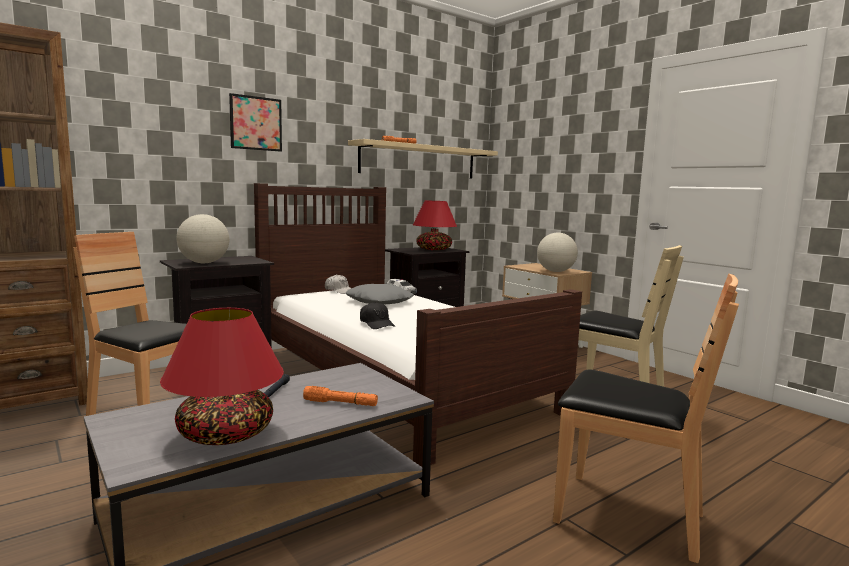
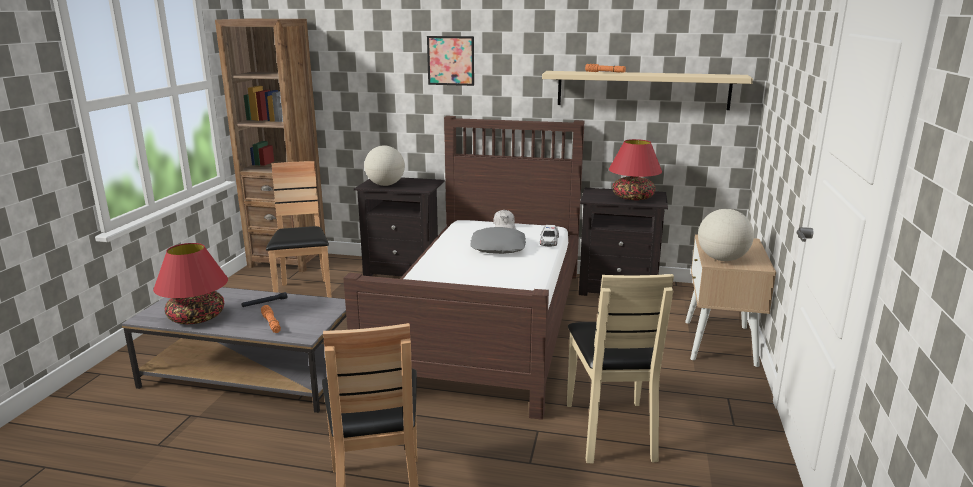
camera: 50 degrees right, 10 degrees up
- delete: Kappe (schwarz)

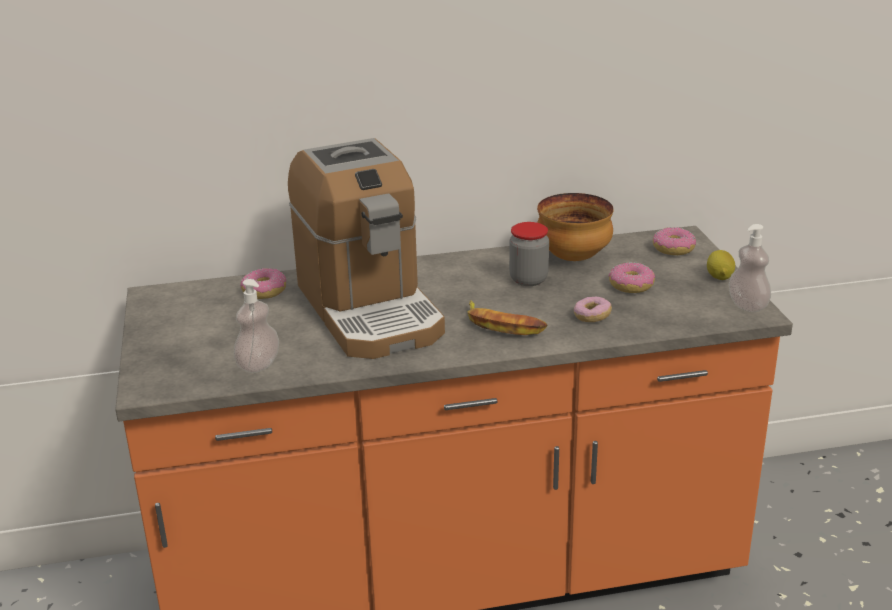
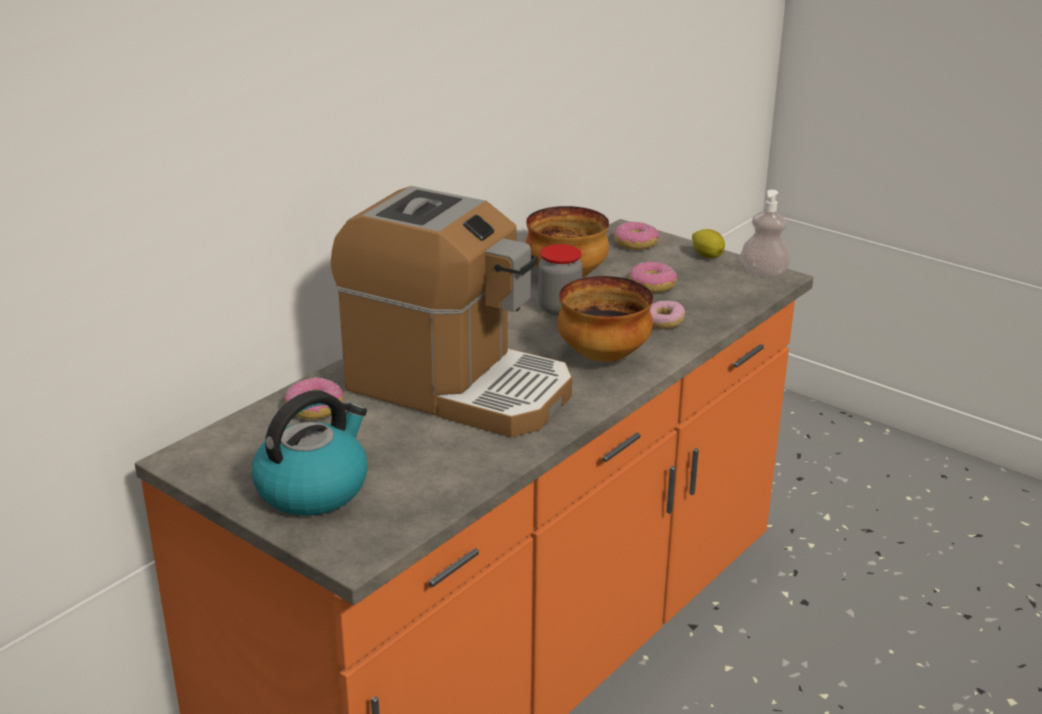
camera: 40 degrees left, 0 degrees up
- insert: Wasserkessel
- replace: Banane to Schüssel (2nd from left)
- delete: Seifenspender (1st from left)

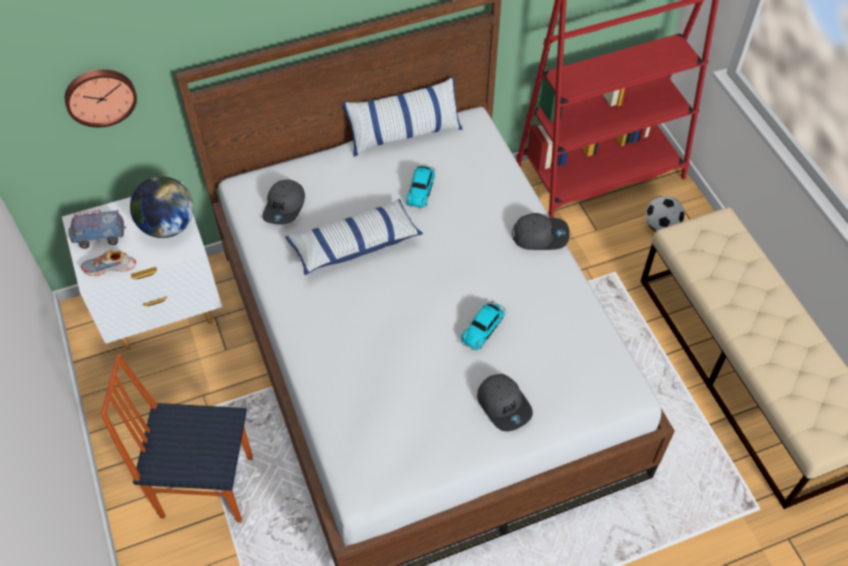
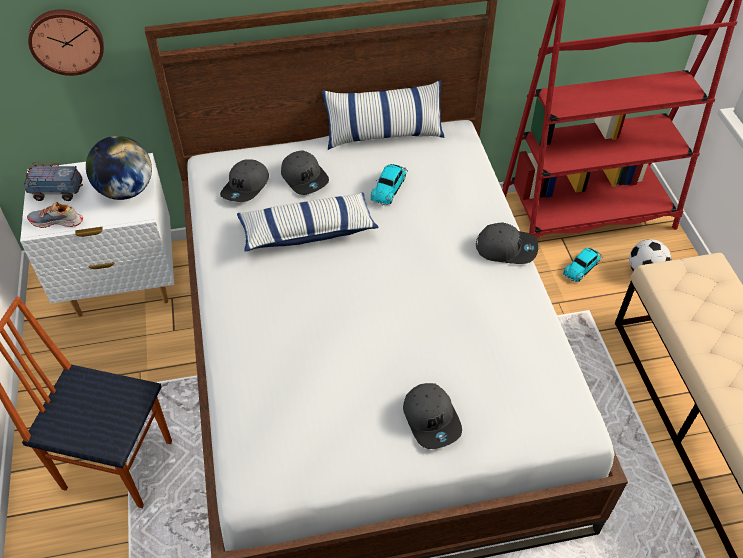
camera: 10 degrees right, 5 degrees down
- insert: Kappe (grau) (2nd from left)
- move: Spielzeugauto (2nd from left)

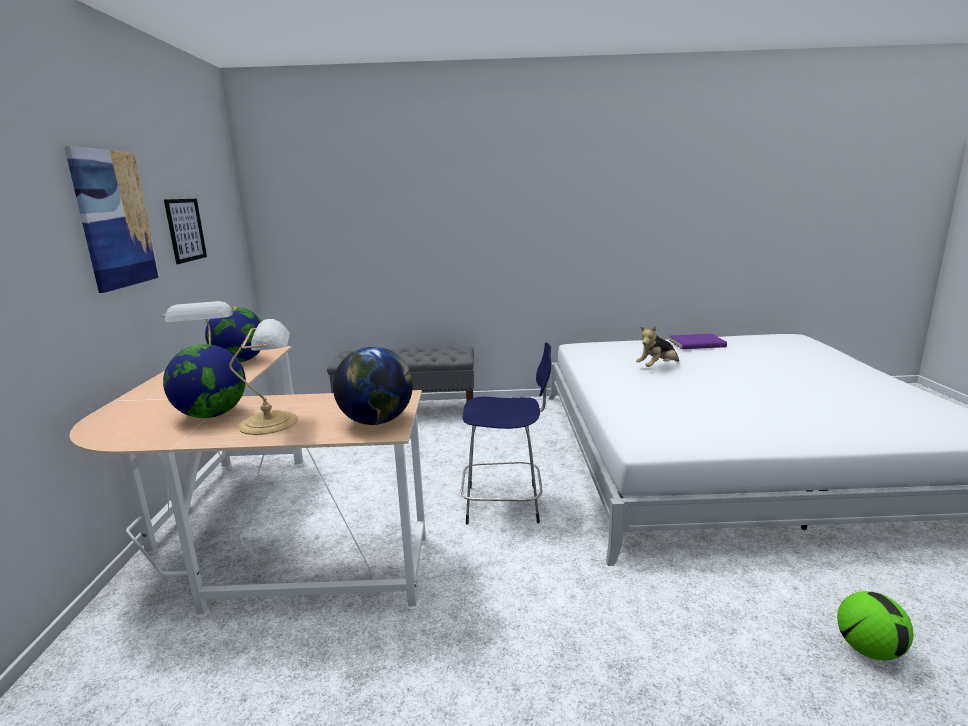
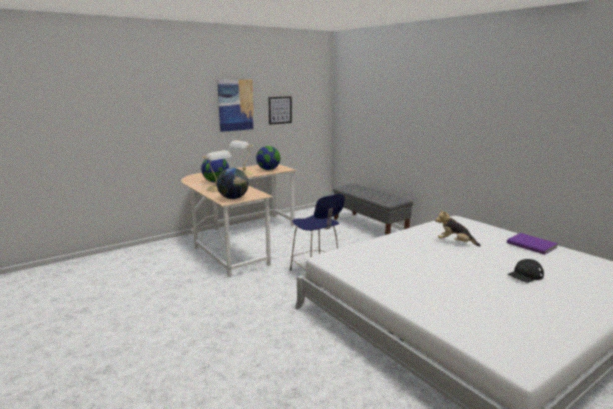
camera: 55 degrees right, 0 degrees up
- insert: Kappe (schwarz)
- delete: Fußball

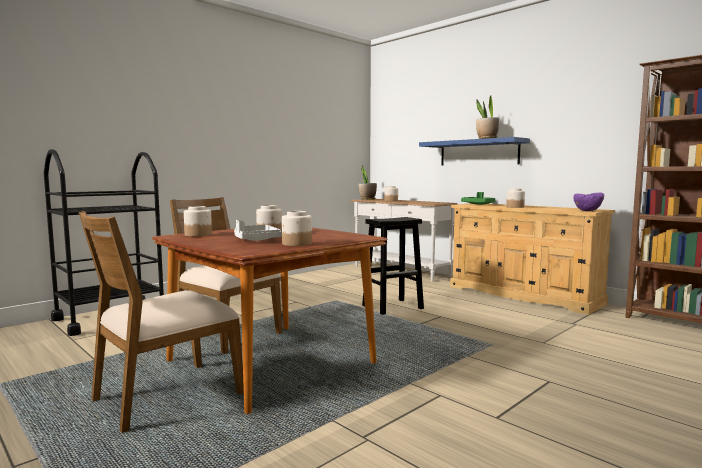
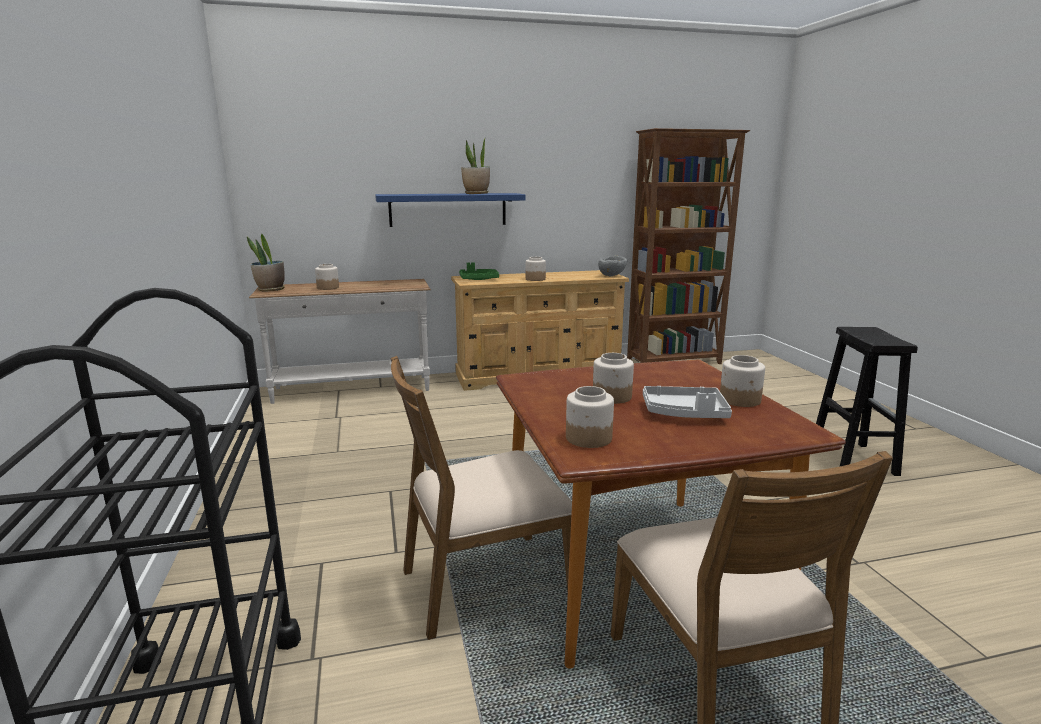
camera: 60 degrees left, 10 degrees up
- recolor: Schüssel (lila) to Schüssel (grau)
- move: Hocker (schwarz)

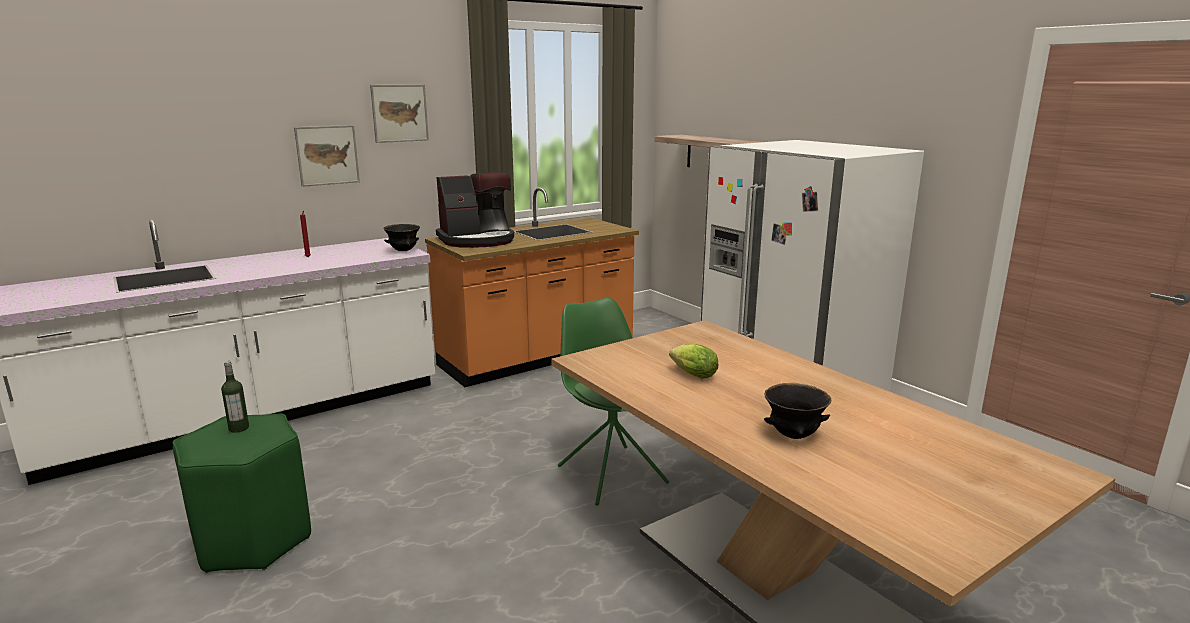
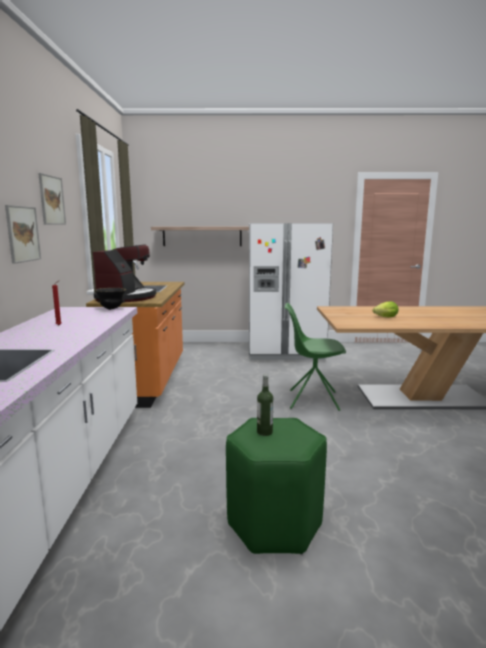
camera: 55 degrees left, 5 degrees down
- delete: Schüssel (schwarz) (2nd from left)

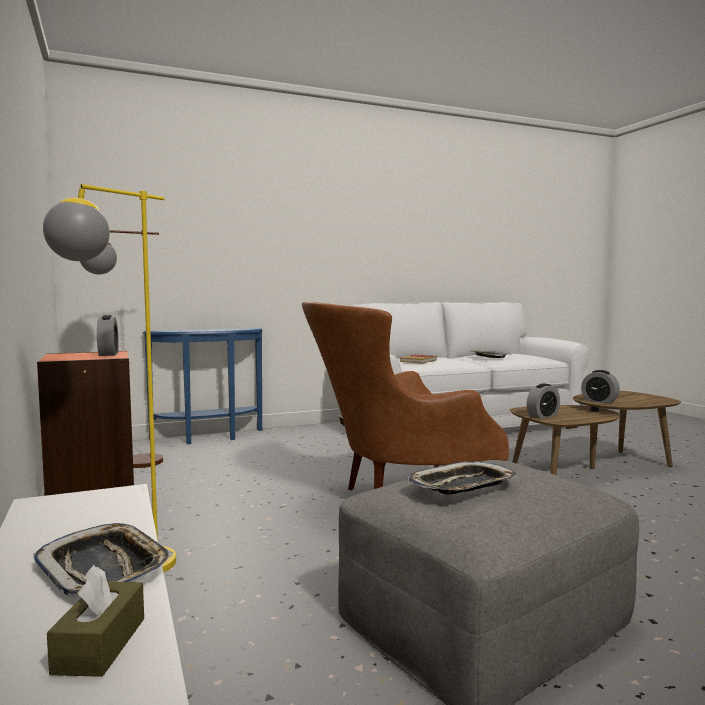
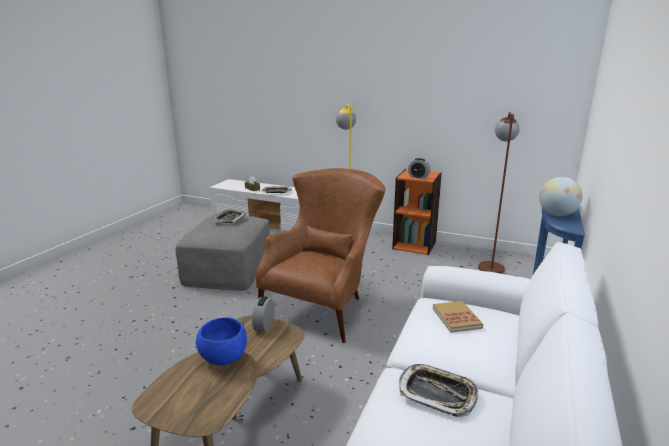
camera: 135 degrees right, 15 degrees up
- replace: Wecker (3rd from left) to Schüssel (blau)
- insert: Globus

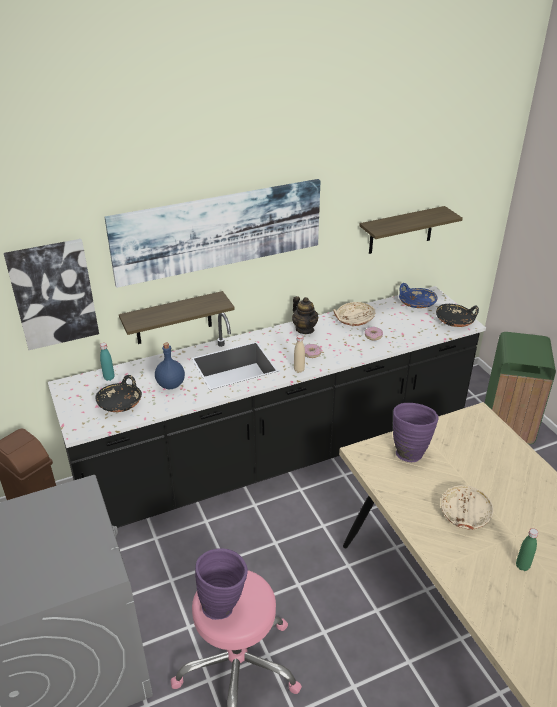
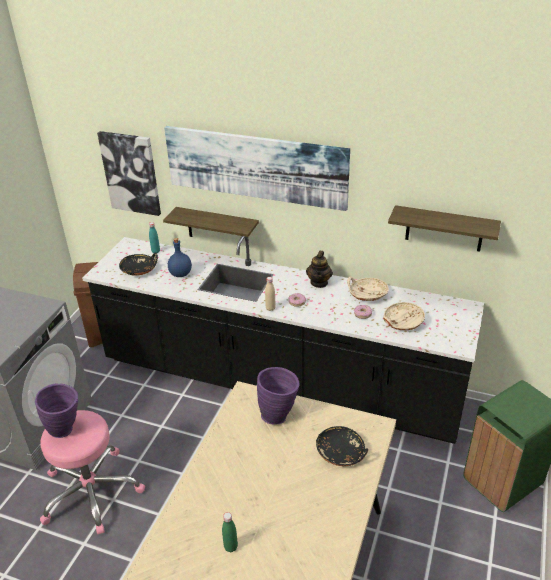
camera: 45 degrees right, 0 degrees up
- move: Schüssel (schwarz) (2nd from left)
- move: Schüssel (beige) (2nd from left)
- delete: Schüssel (blau)

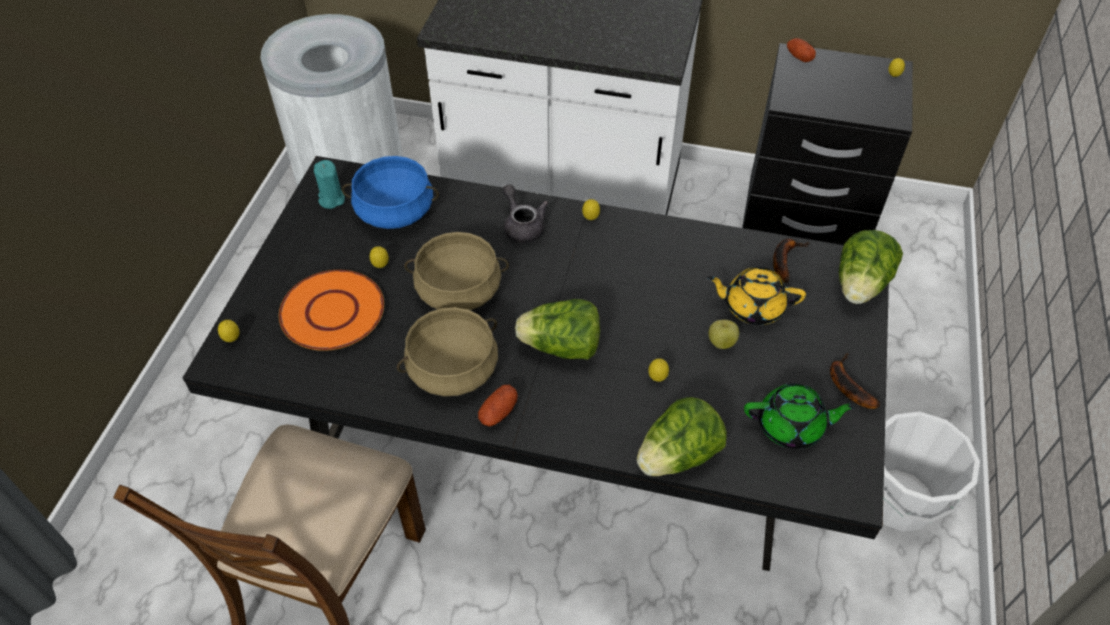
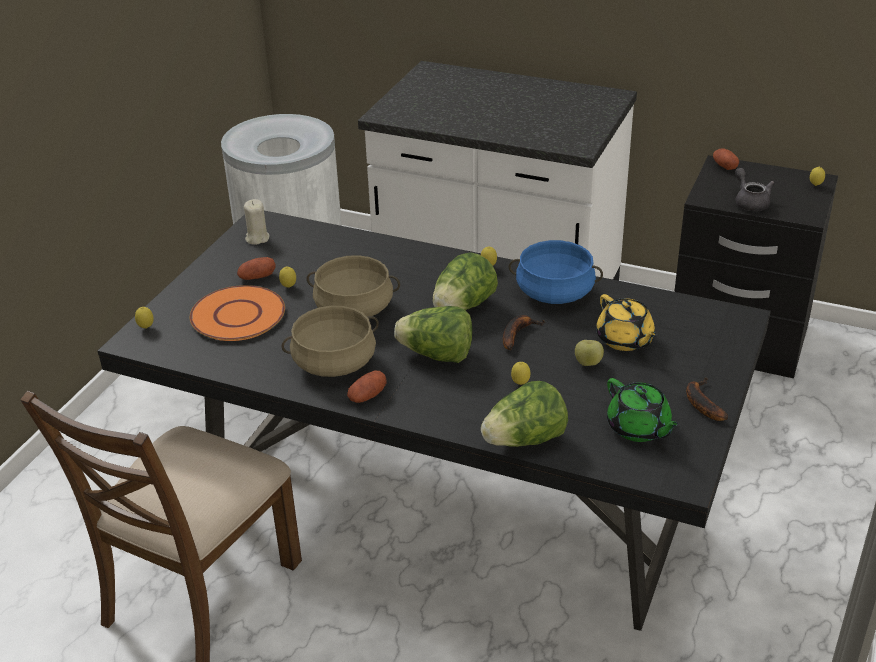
camera: 10 degrees right, 15 degrees down
- insert: Kartoffel (1st from left)
- recolor: Kerze (türkis) to Kerze (beige)
- move: Salatkopf (3rd from left in the first image) to Salatkopf (2nd from left)
- move: Banane (1st from left)
- move: Kochtopf (blau)
- rotate: Teekanne (gelb) 135 degrees counterclockwise
- rotate: Teekanne (grün) 45 degrees clockwise
- move: Teekanne (grau)
- delete: Eimer (weiß)

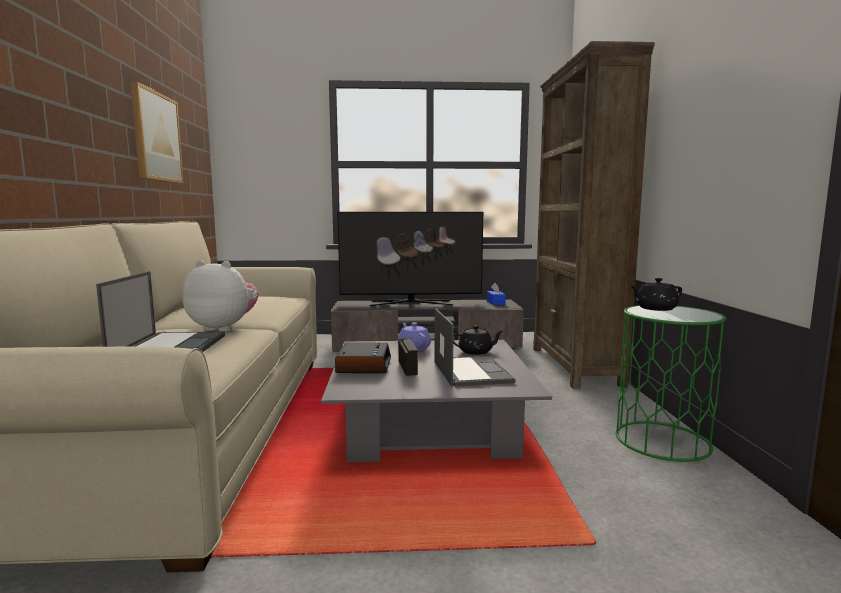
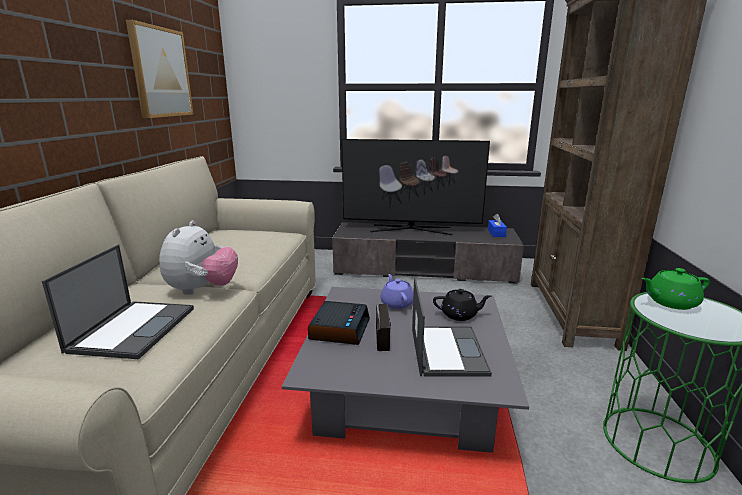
camera: 10 degrees right, 10 degrees up
- rotate: Plüschtier 75 degrees clockwise
- recolor: Teekanne (schwarz) (2nd from left) to Teekanne (grün)

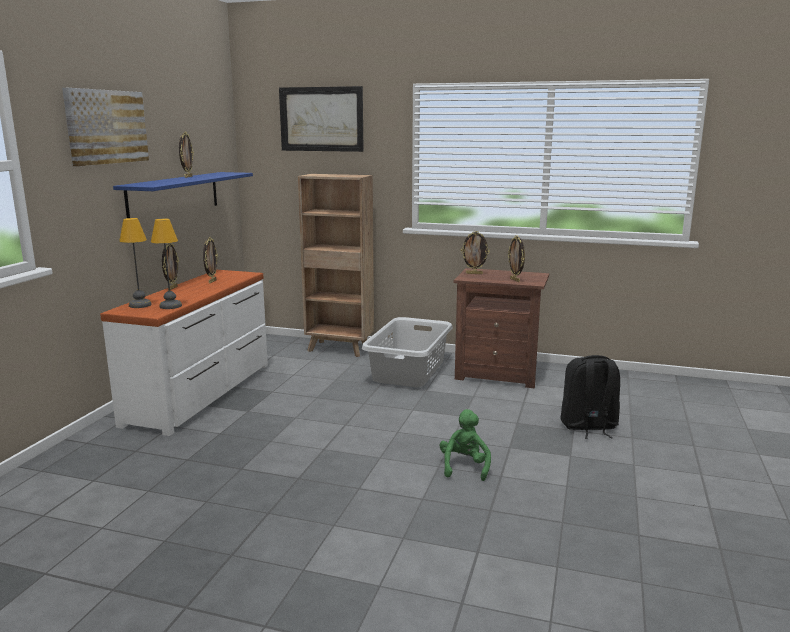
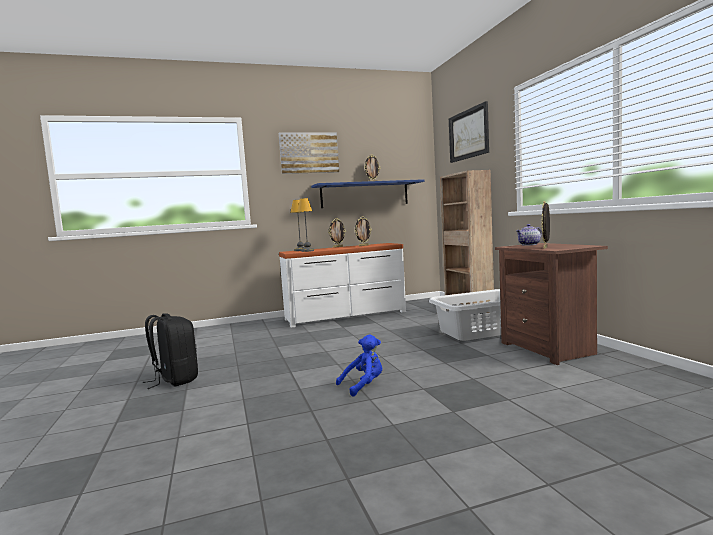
camera: 55 degrees right, 10 degrees down
- move: Rucksack (schwarz)
- recolor: Plüschtier (grün) to Plüschtier (blau)
- replace: Bilderrahmen (4th from left) to Teekanne

